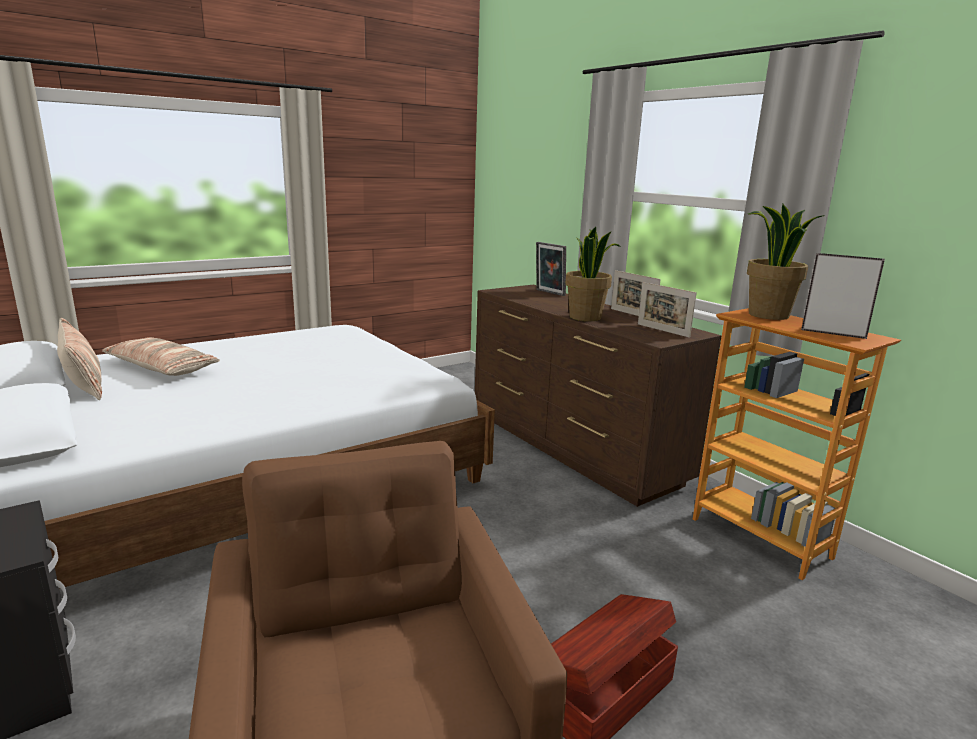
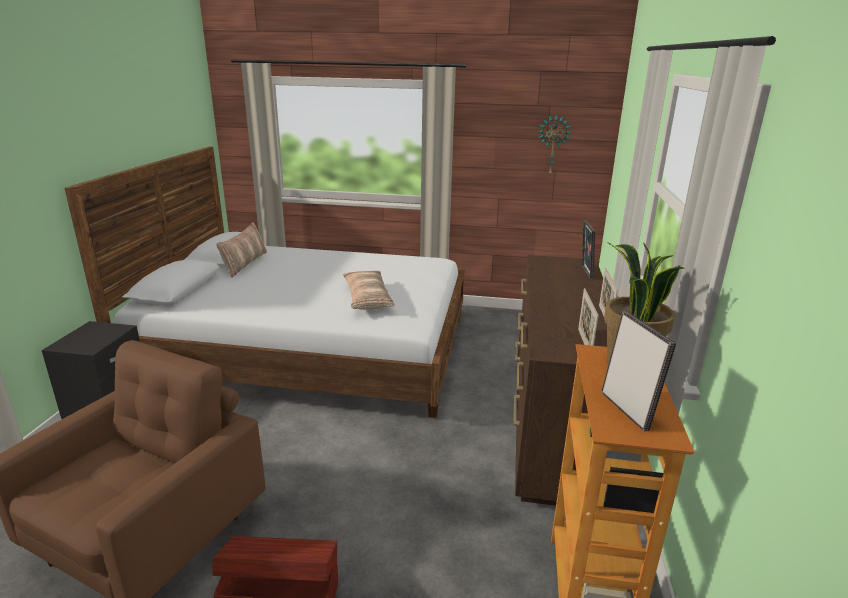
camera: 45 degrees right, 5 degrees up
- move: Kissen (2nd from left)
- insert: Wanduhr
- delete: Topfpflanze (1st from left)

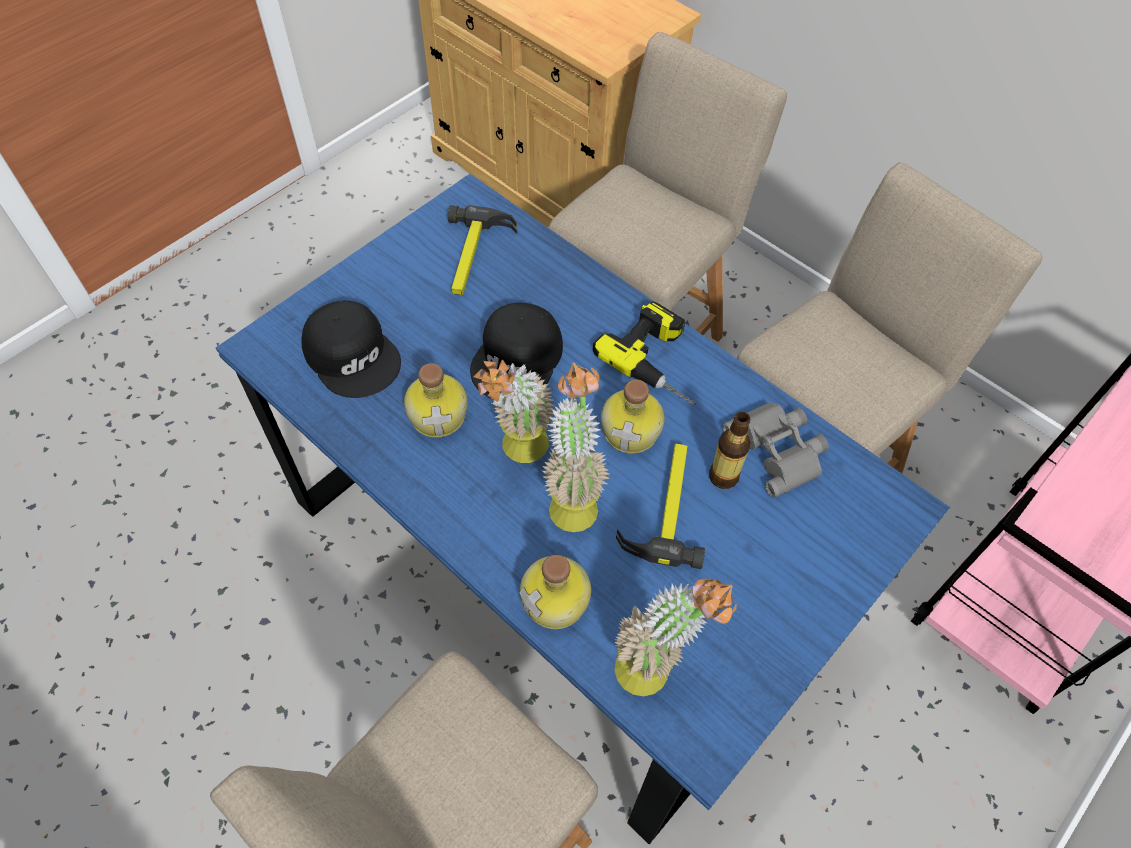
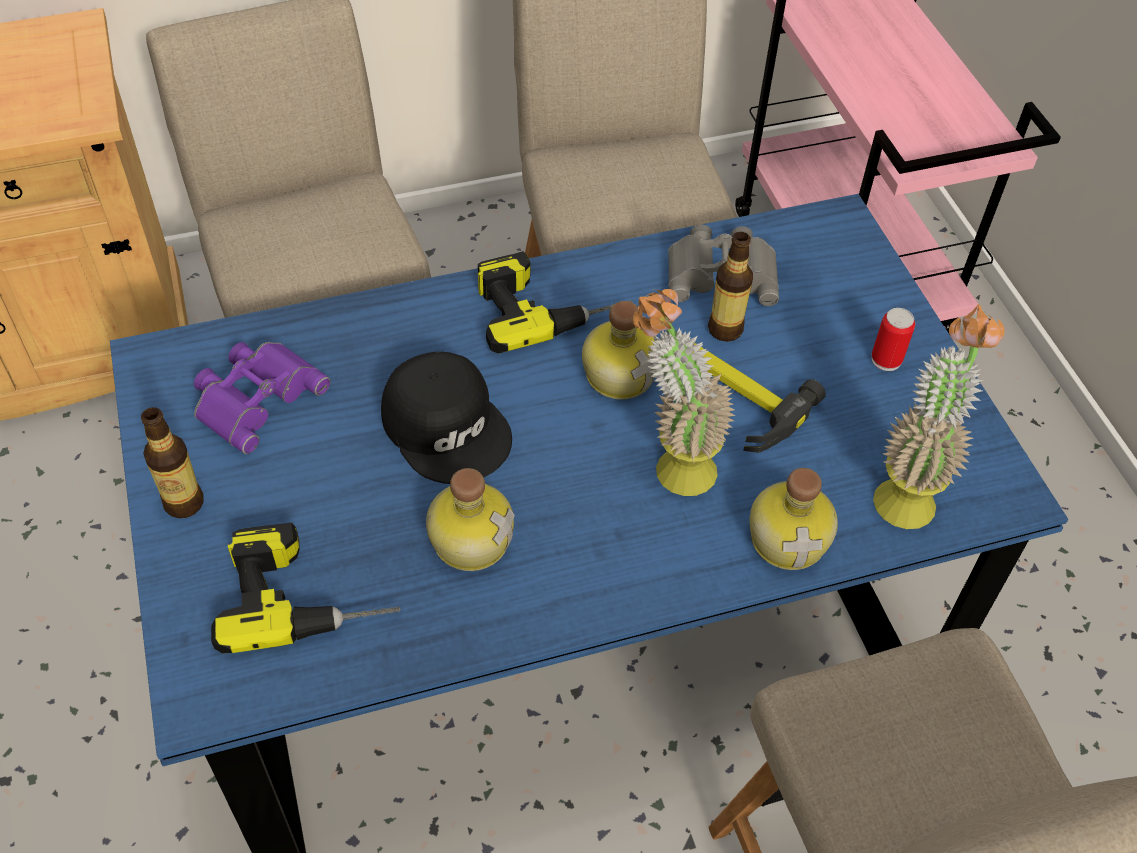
camera: 60 degrees left, 5 degrees down
- insert: Flasche (1st from left)
- replace: Hammer (1st from left) to Fernglas (lila)
- replace: Kappe (schwarz) (1st from left) to Bohrmaschine (1st from left)
- insert: Dose
- delete: Topfpflanze (1st from left)

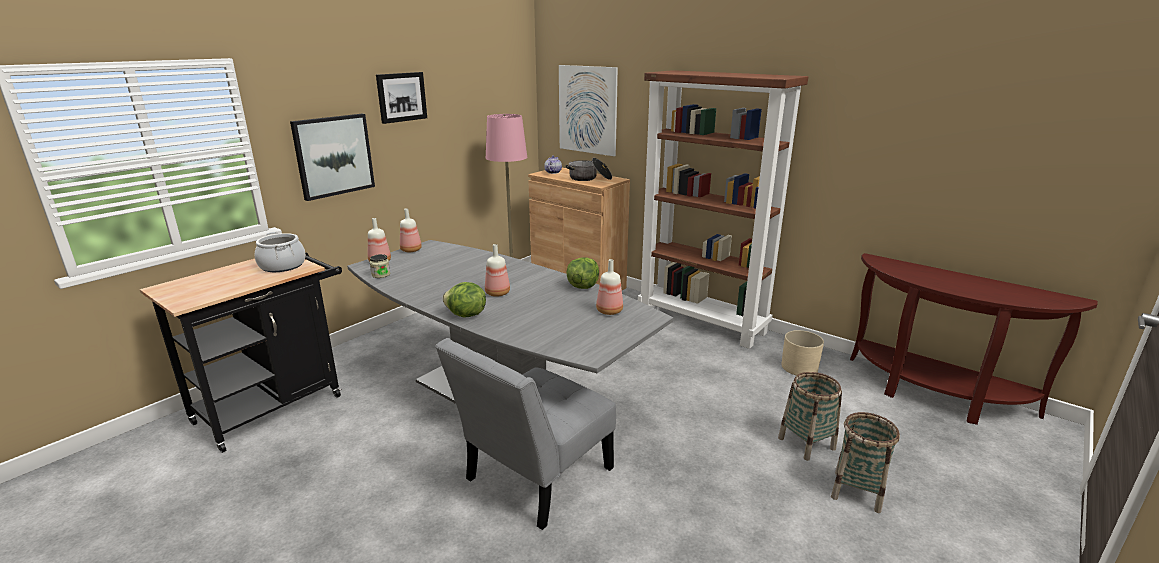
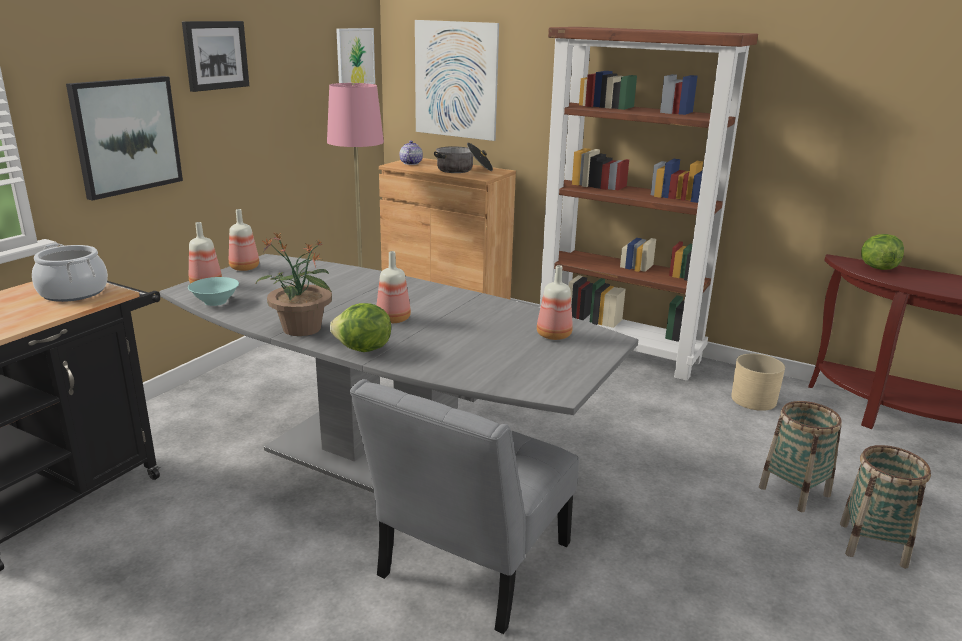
camera: 10 degrees left, 0 degrees up
- replace: Vorratsglas to Schüssel (türkis)
- insert: Topfpflanze
- insert: Bild (3rd from left)
- move: Salatkopf (2nd from left)

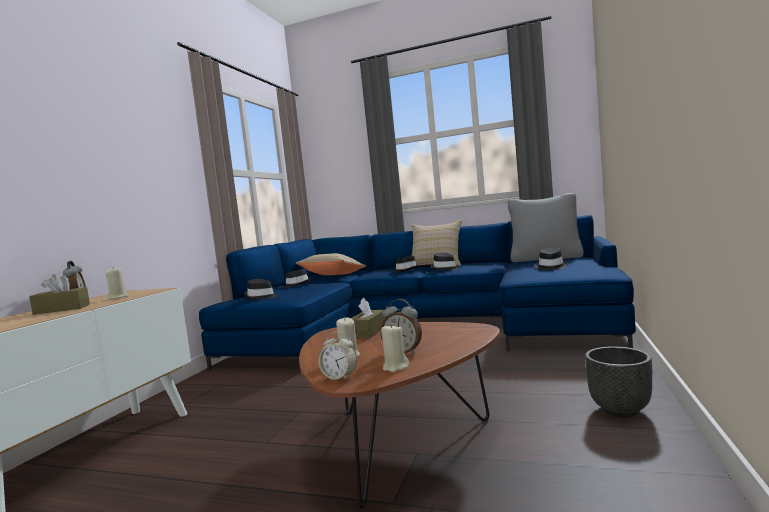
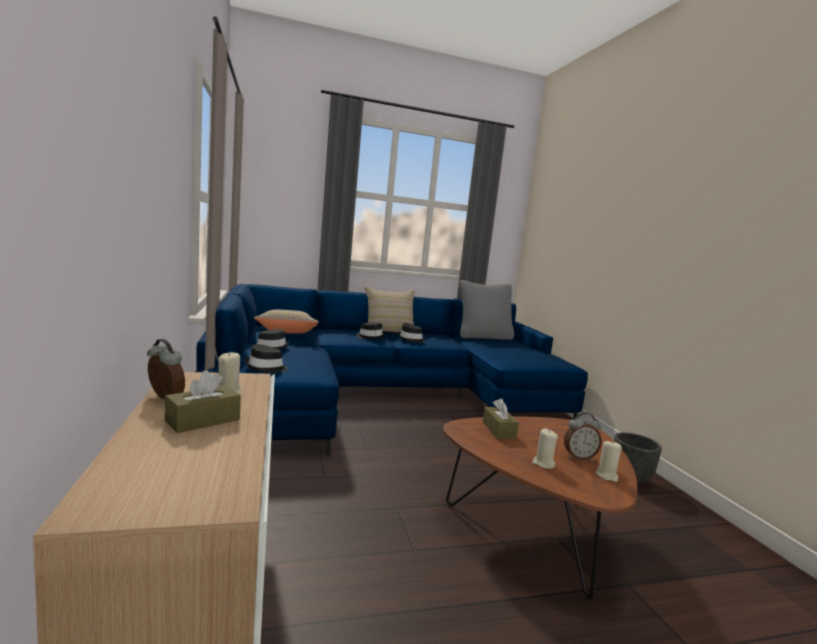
camera: 35 degrees left, 5 degrees up
- delete: Wecker (2nd from left)
- delete: Hut (schwarz) (5th from left)

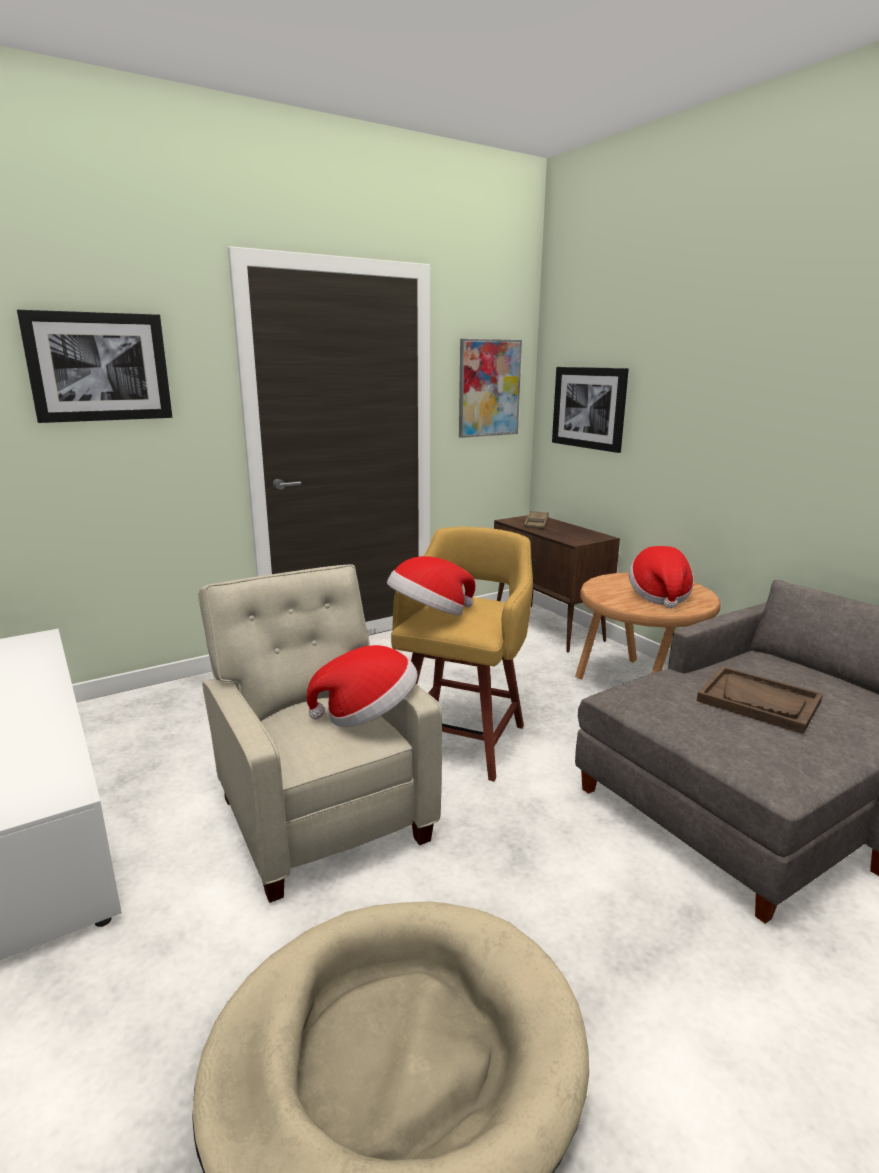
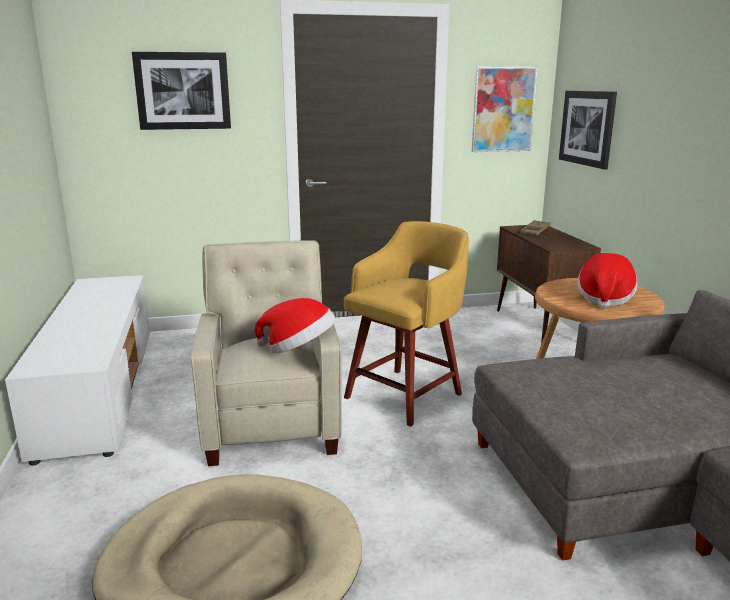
camera: 20 degrees right, 0 degrees up
- delete: Hut (2nd from left)
- delete: Tablett (braun) (2nd from left)

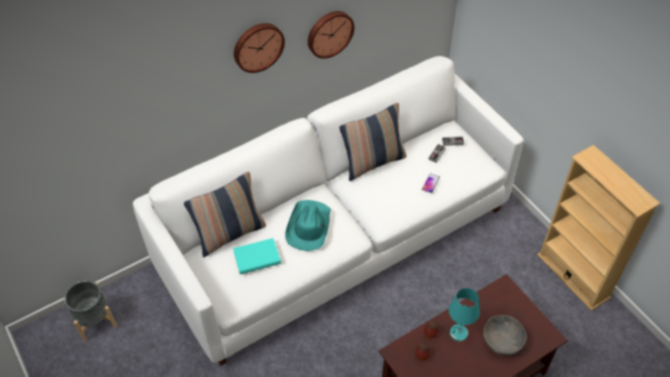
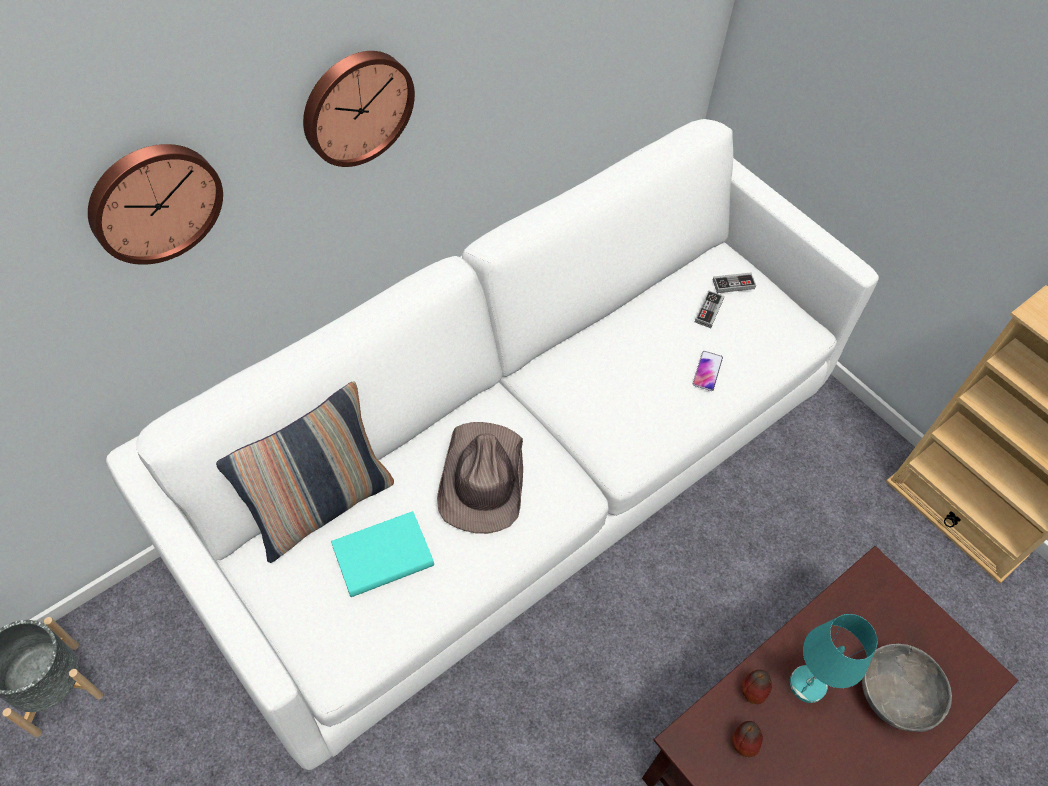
camera: 10 degrees left, 5 degrees up
- move: Wanduhr (2nd from left in the first image) to Wanduhr (1st from left)
- recolor: Hut (türkis) to Hut (braun)
- delete: Kissen (2nd from left)

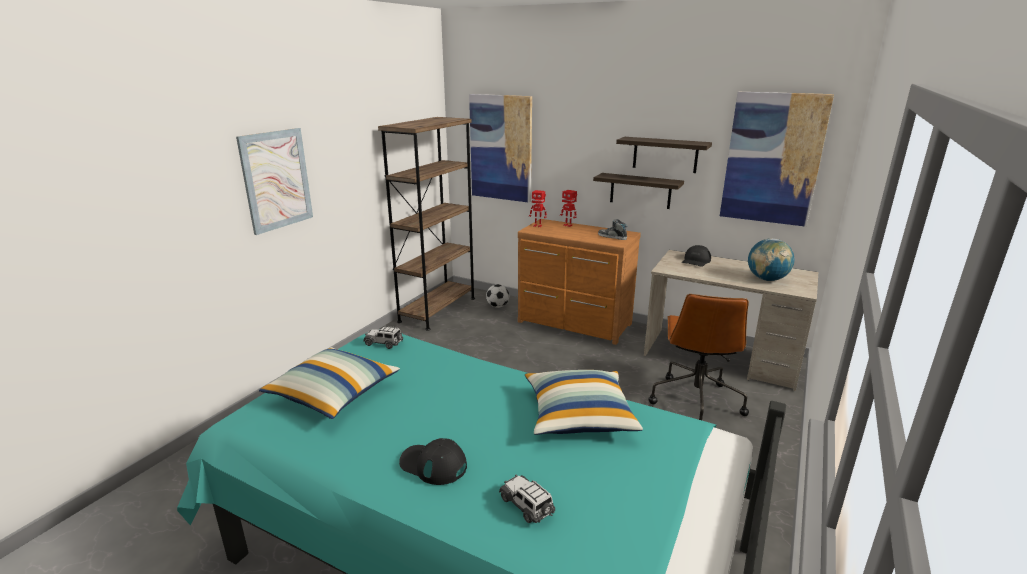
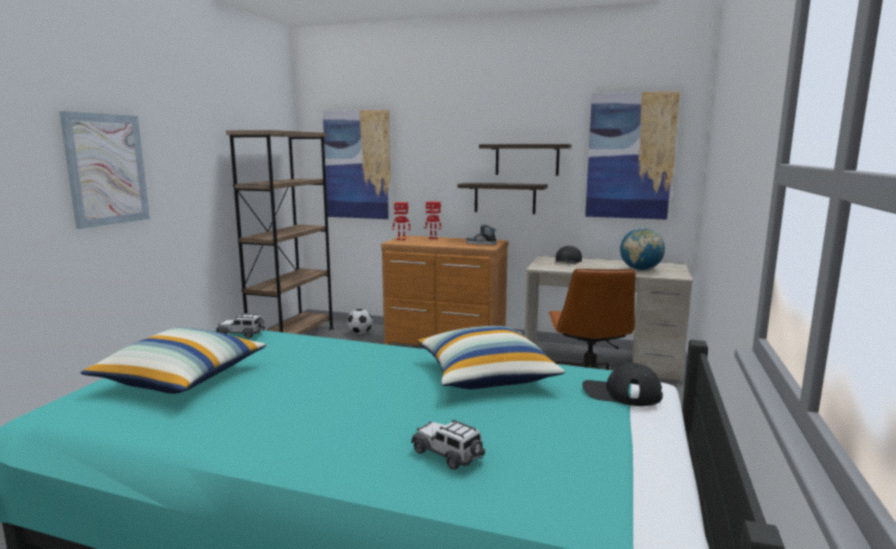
camera: 10 degrees left, 10 degrees down
- move: Kappe (schwarz) (1st from left in the first image) to Kappe (schwarz) (2nd from left)

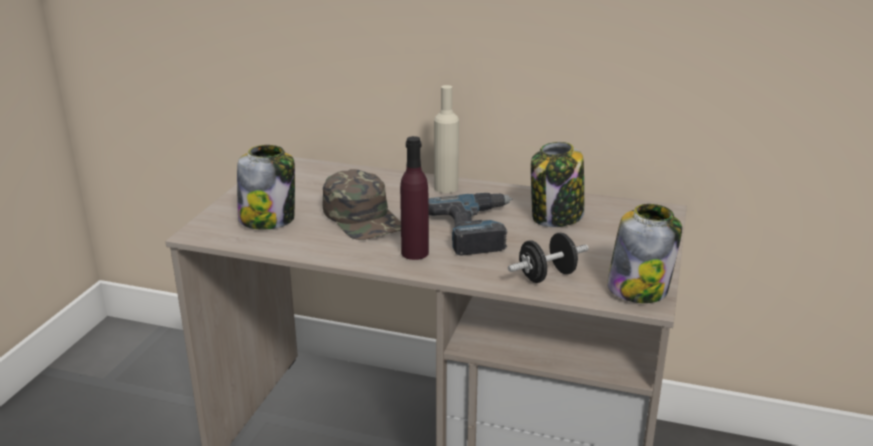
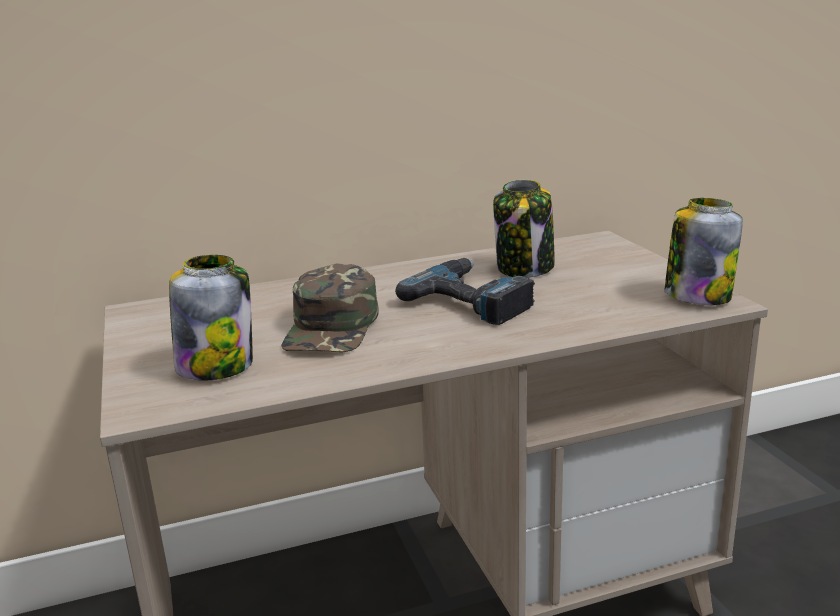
camera: 35 degrees left, 5 degrees down
- rotate: Kappe (grün) 75 degrees clockwise
- delete: Flasche (lila)
- delete: Flasche (beige)
- delete: Hantel (schwarz)

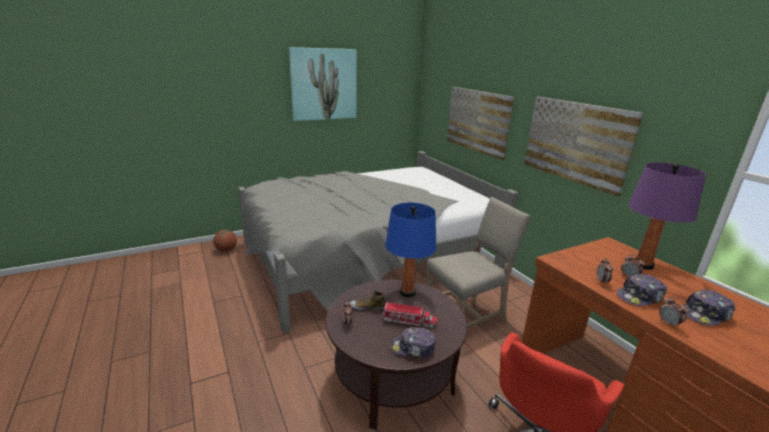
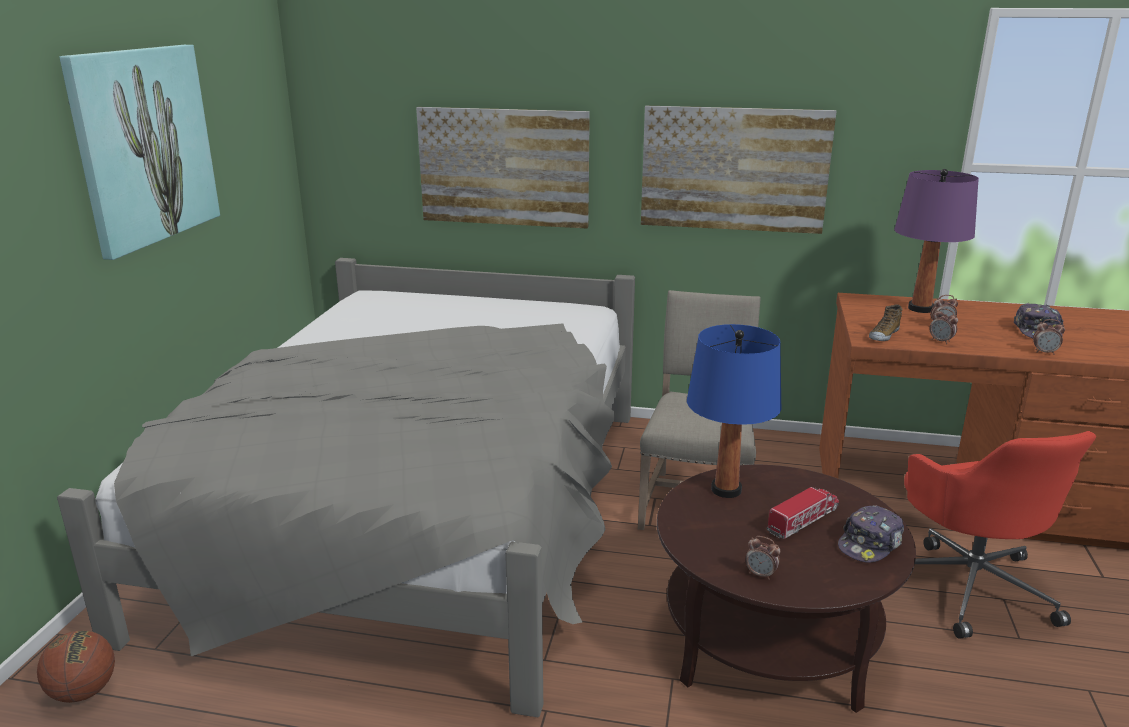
camera: 50 degrees left, 0 degrees up
- move: Schuh
- delete: Kappe (2nd from left)

